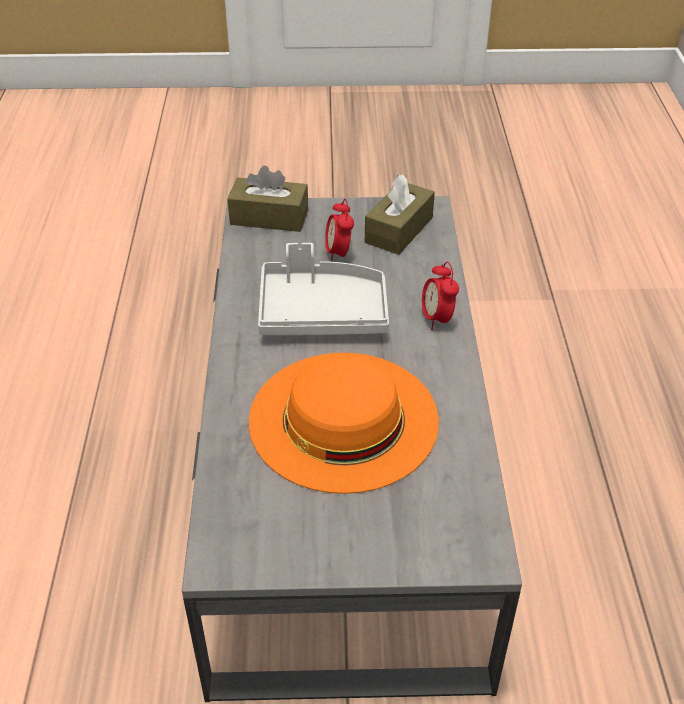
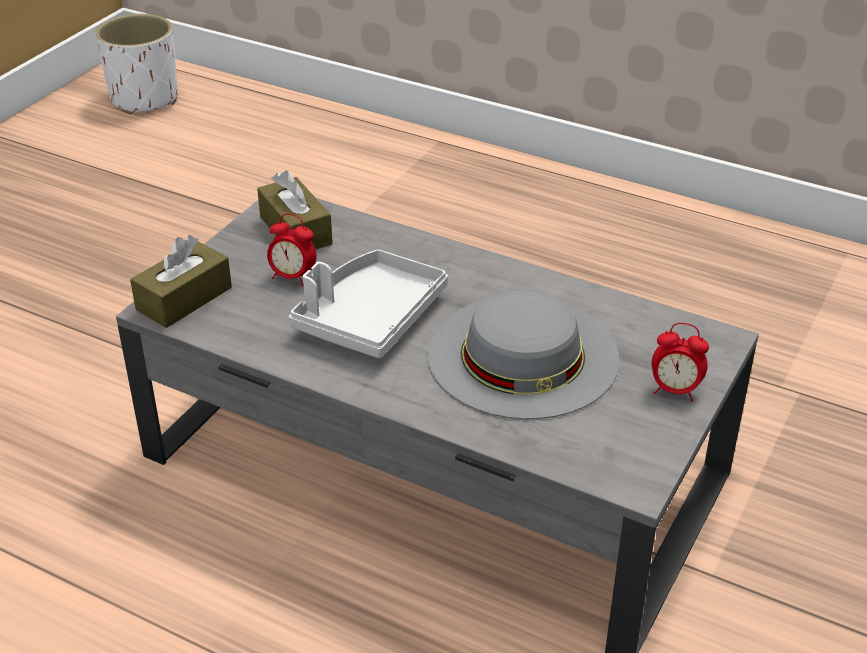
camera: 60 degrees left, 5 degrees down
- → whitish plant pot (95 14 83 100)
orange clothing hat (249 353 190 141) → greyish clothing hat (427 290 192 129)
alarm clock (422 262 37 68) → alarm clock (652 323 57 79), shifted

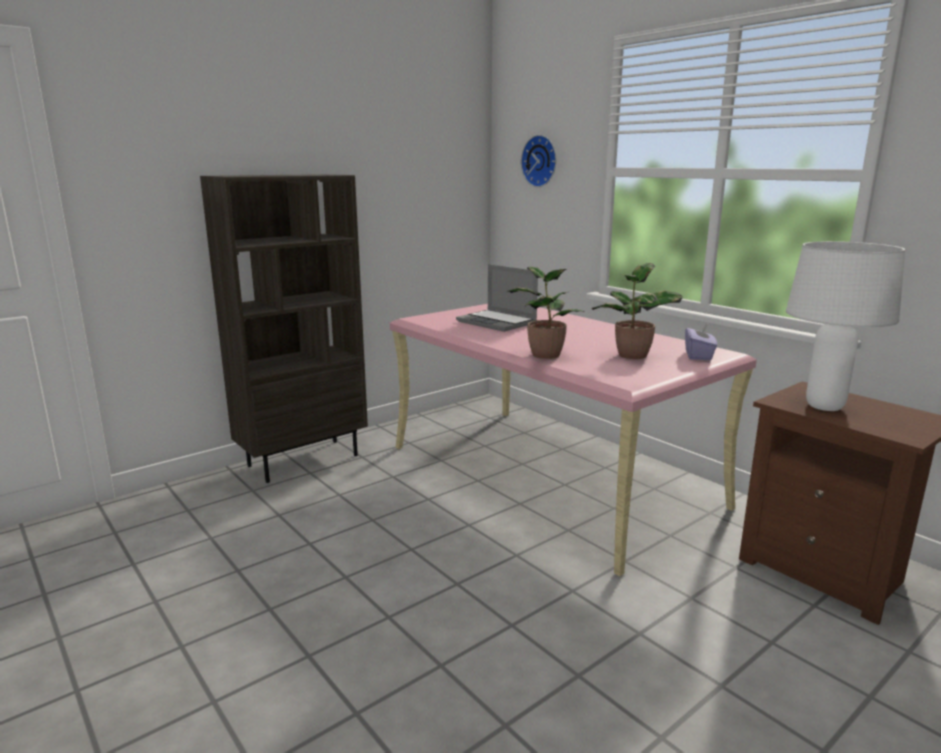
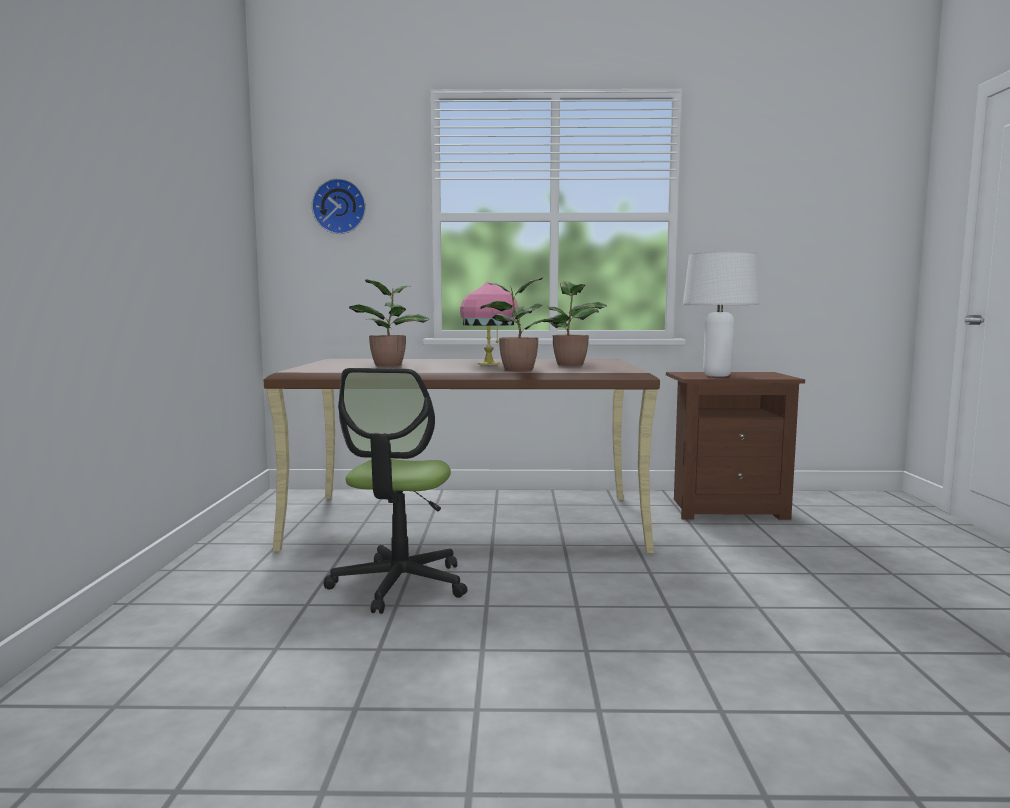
camera: 50 degrees left, 10 degrees down
pinkish desk (390 304 367 272) → brownish desk (264 359 396 194)
- → office chair (323 368 145 246)
laptop (456 264 82 68) → plant in a pot (349 279 80 88)
- → pinkish lamp for a table (460 281 59 84)
brownish bookshelf (200 174 168 309) → -
purplish box of tissues (685 322 32 38) → -

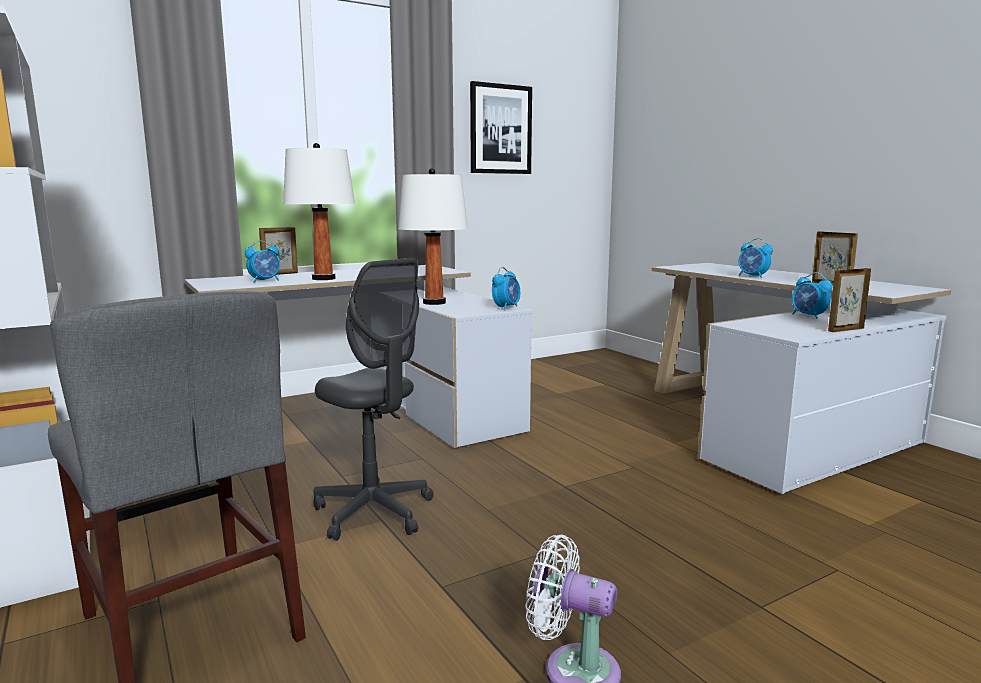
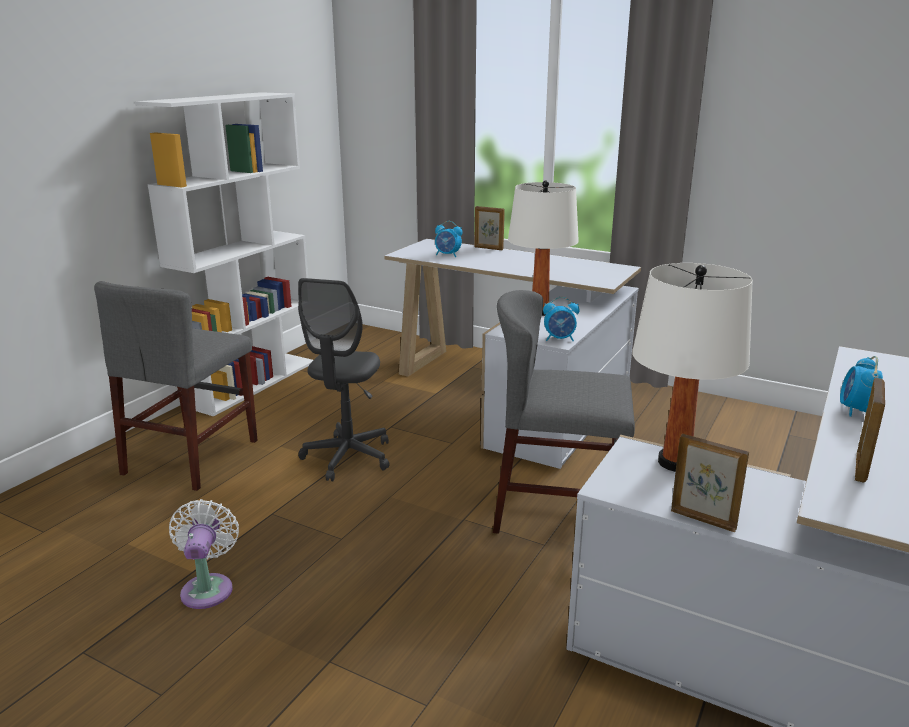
camera: 60 degrees right, 10 degrees up
- → greyish chair (493 290 142 244)
whitish lamp for a table (283 143 72 137) → whitish lamp for a table (632 263 121 209), shifted
wall art (470 81 62 93) → -
alarm clock (792 272 41 47) → -

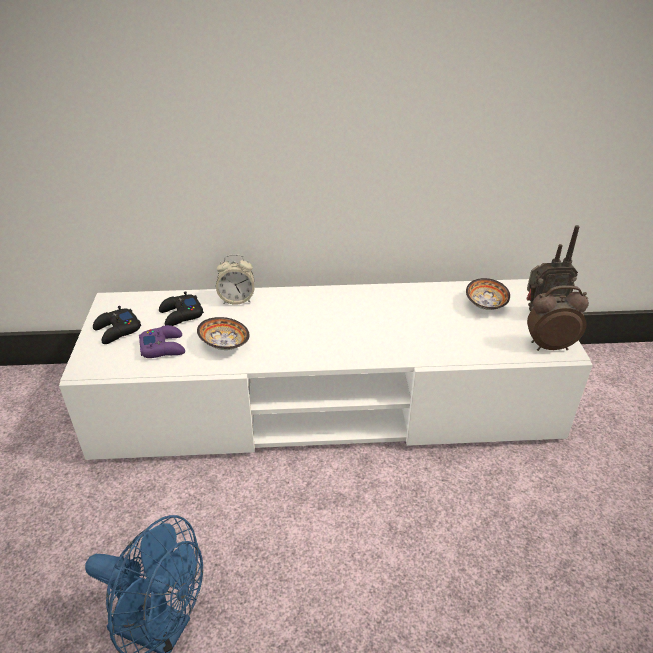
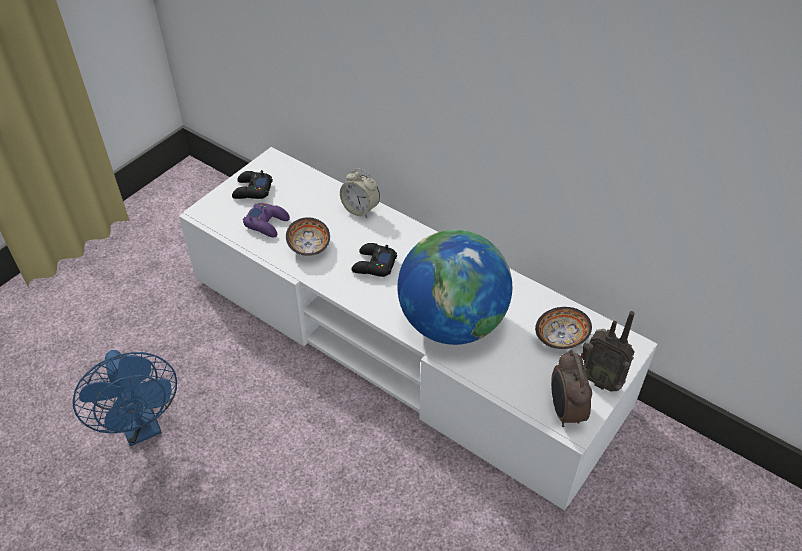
camera: 40 degrees right, 10 degrees up
black-coloured game controller (159 291 45 35) → black-coloured game controller (351 243 46 34), shifted
- → desk globe (397 230 115 115)
alarm clock (527 285 62 66) → alarm clock (551 350 41 77), 135 degrees counterclockwise

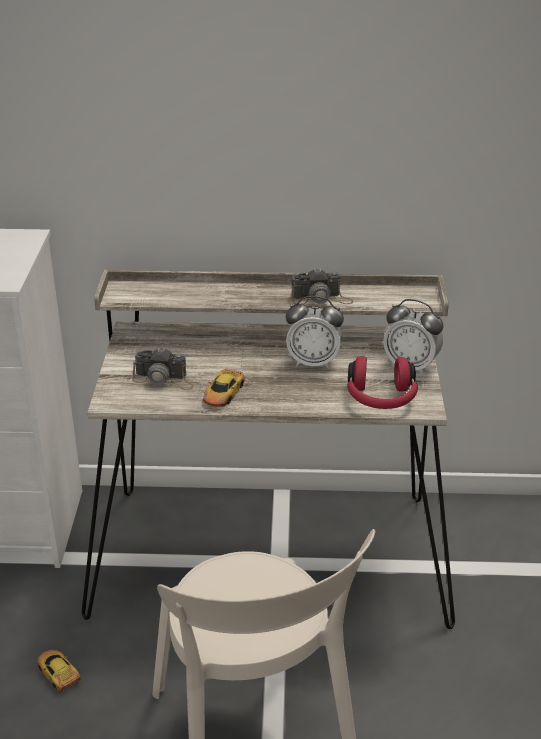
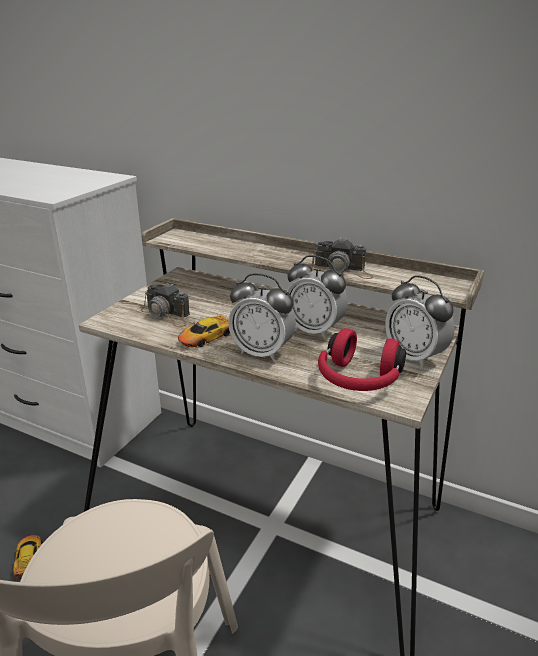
camera: 25 degrees right, 5 degrees down
- → alarm clock (228 273 68 89)

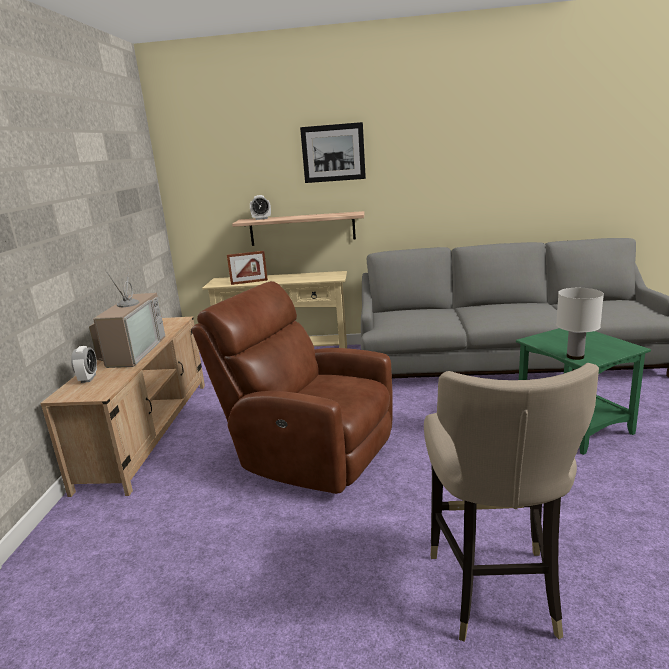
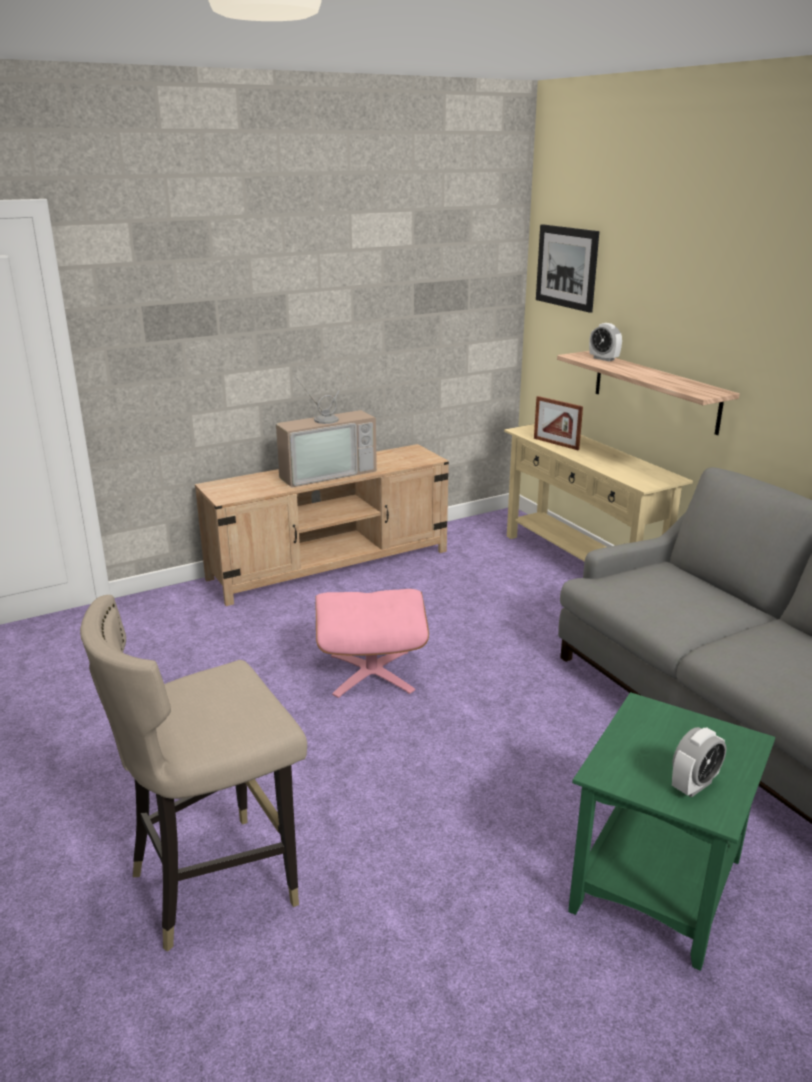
camera: 55 degrees right, 5 degrees up
brownish easy chair (192 281 201 213) → pinkish pouffe (315 589 114 109)
wall art (300 122 66 61) → wall art (536 224 63 89), shifted
alarm clock (71 346 26 37) → alarm clock (672 727 54 71), shifted
whitish lamp for a table (556 288 48 72) → -

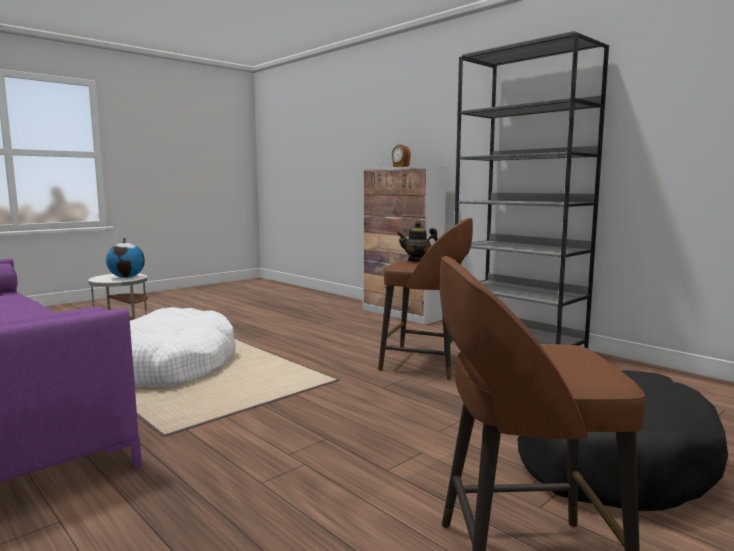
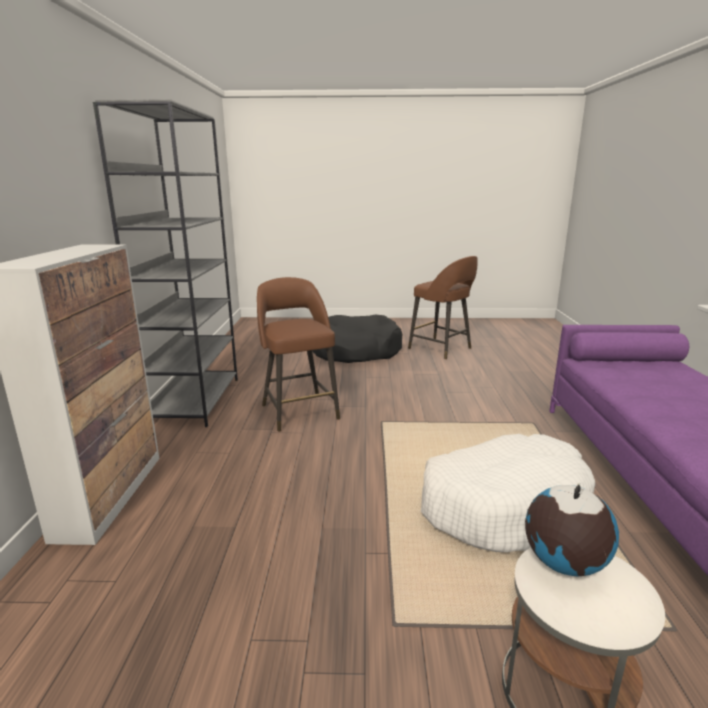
camera: 135 degrees left, 10 degrees up
alarm clock (392 144 19 23) → -
pot for tea (397 221 41 41) → -

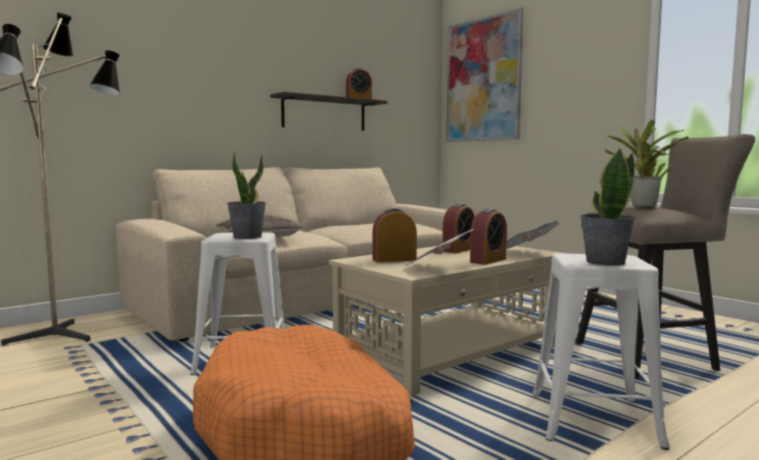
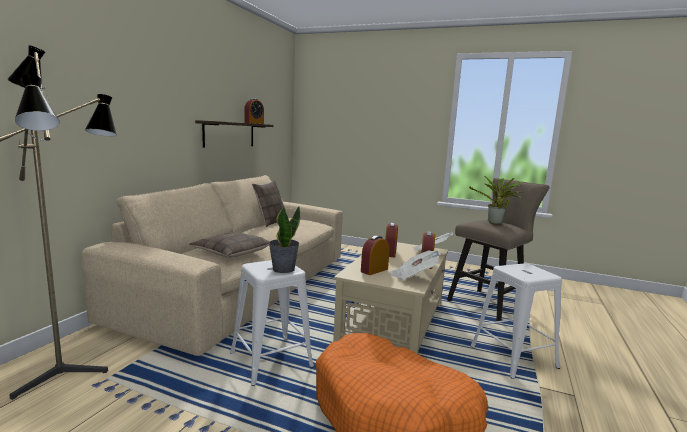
camera: 30 degrees left, 5 degrees up
- → throw pillow (252 180 32 47)
wall art (446 7 77 135) → -
plant in a pot (580 149 56 117) → -

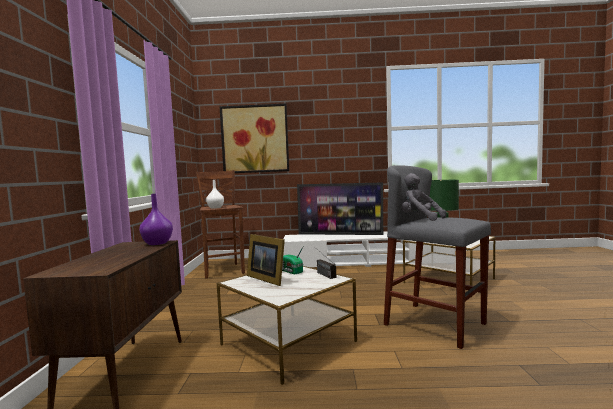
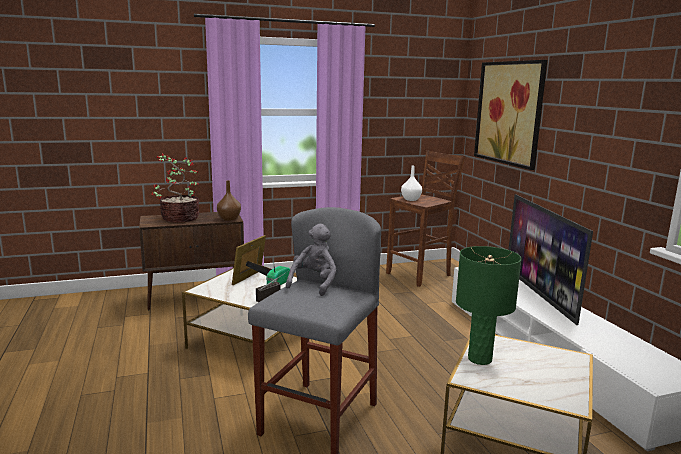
camera: 70 degrees right, 10 degrees up
- → plant in a pot (151 153 48 70)
purplish vase (139 194 34 51) → brownish vase (217 181 24 40)

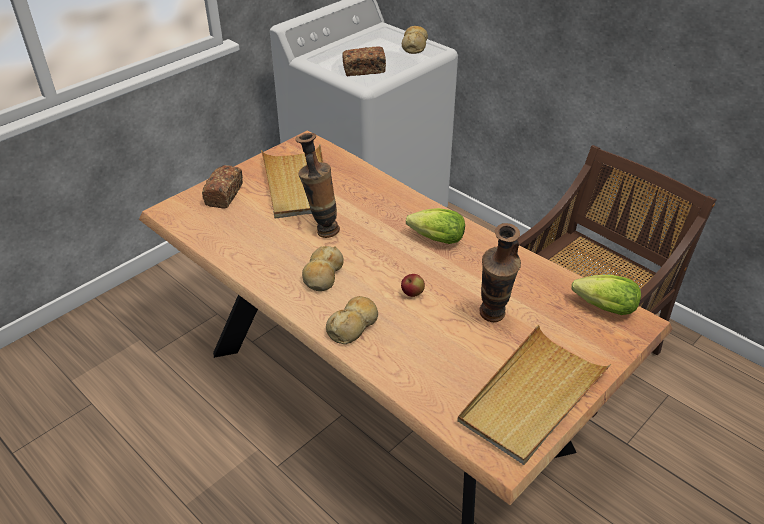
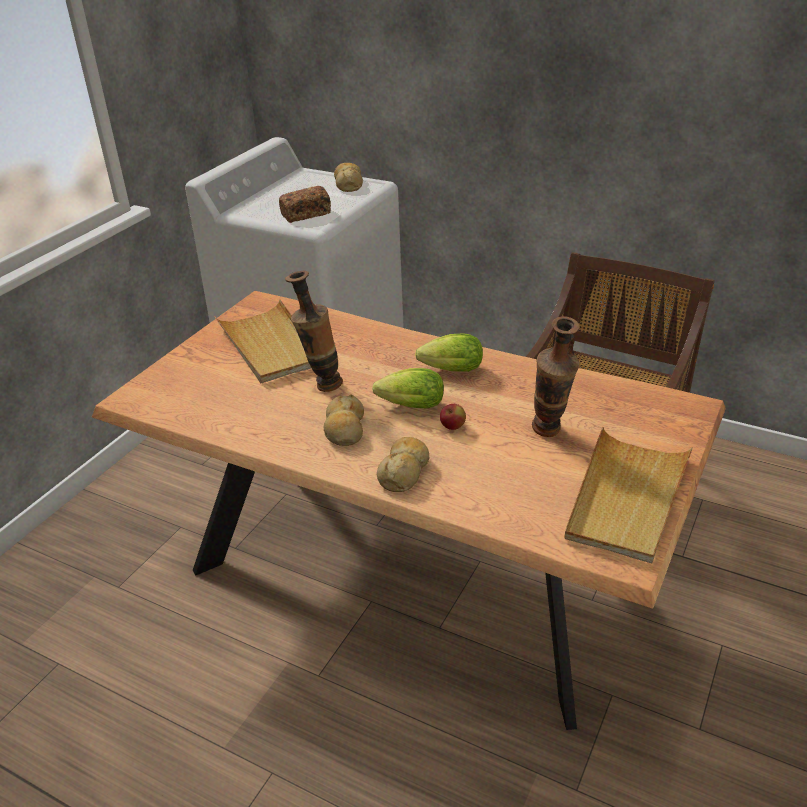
camera: 15 degrees left, 5 degrees down
head of lettuce (572 275 69 40) → head of lettuce (372 368 72 41), shifted
baked bread (202 165 41 43) → -

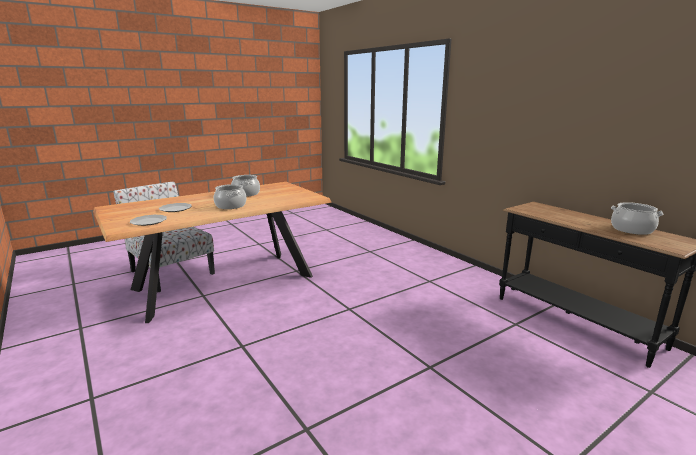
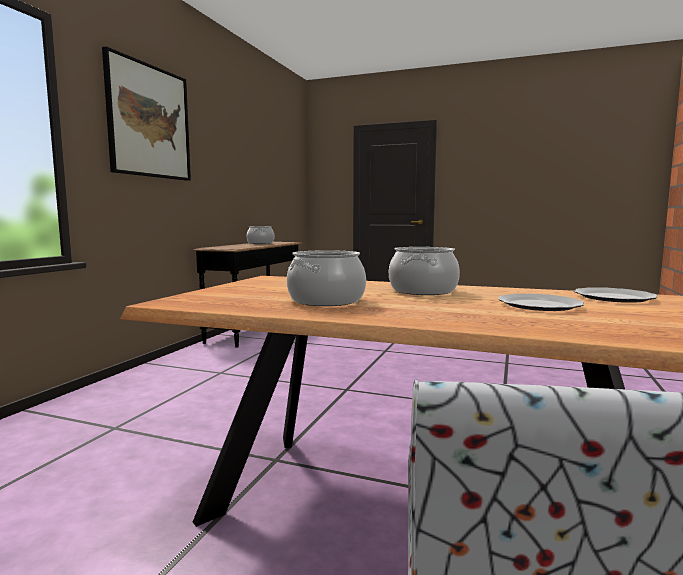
camera: 125 degrees left, 10 degrees down
- → wall art (102 46 89 135)

